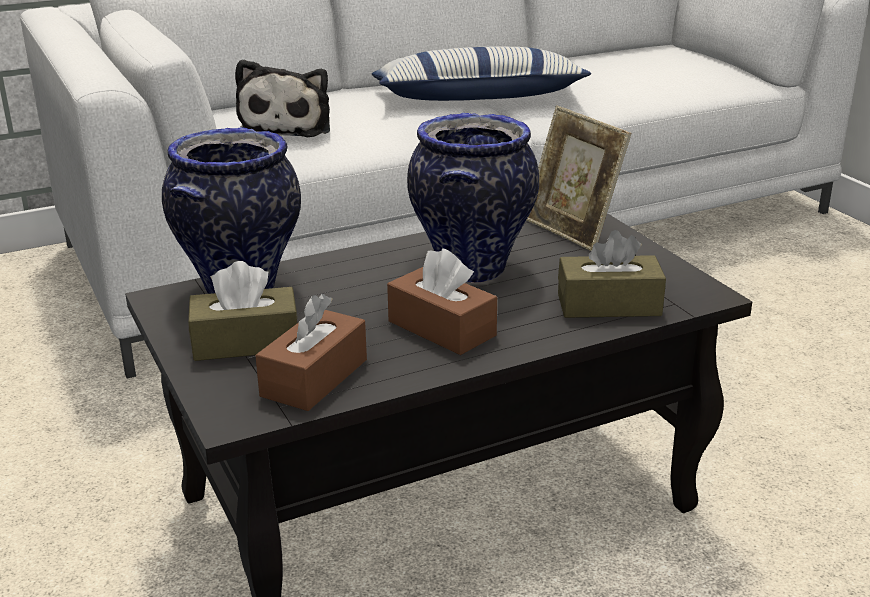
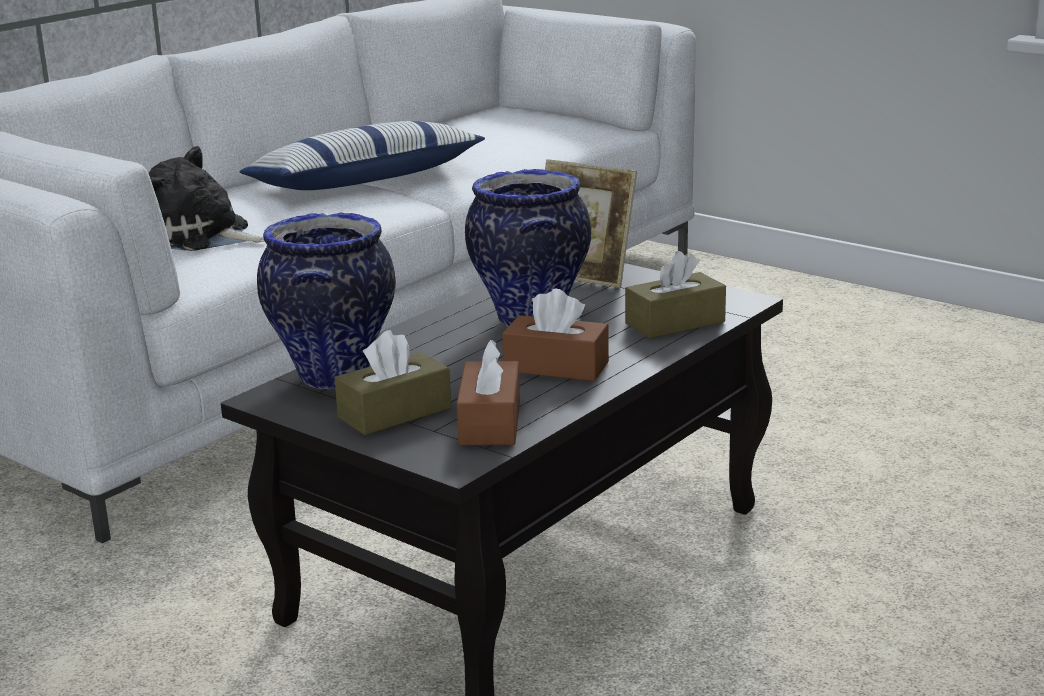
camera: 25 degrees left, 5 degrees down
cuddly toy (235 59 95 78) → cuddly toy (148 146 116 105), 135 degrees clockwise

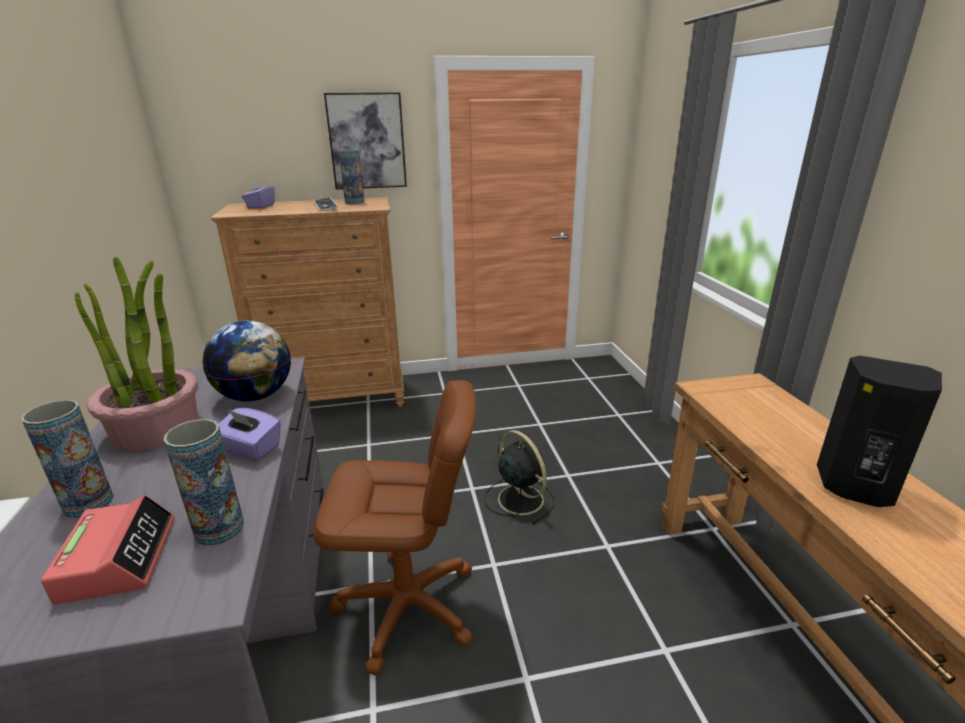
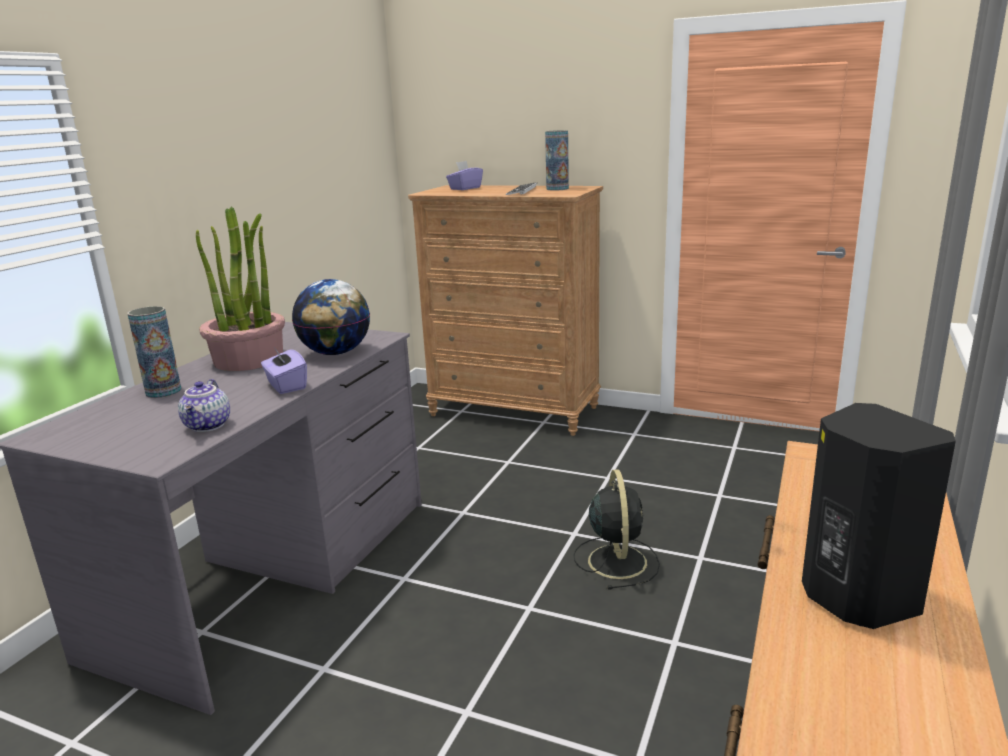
camera: 35 degrees right, 5 degrees down
vase (163 419 81 126) → pot for tea (178 379 52 53)
alarm clock (41 495 134 110) → -
brownish office chair (313 380 163 296) → -
wall art (324 92 83 97) → -

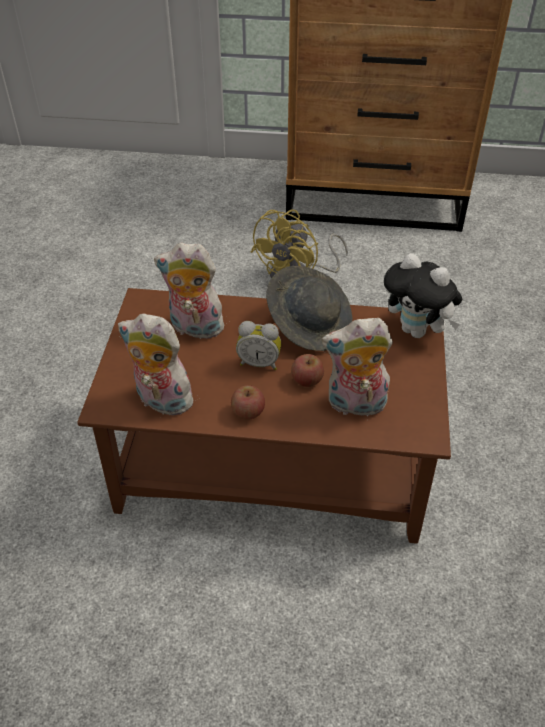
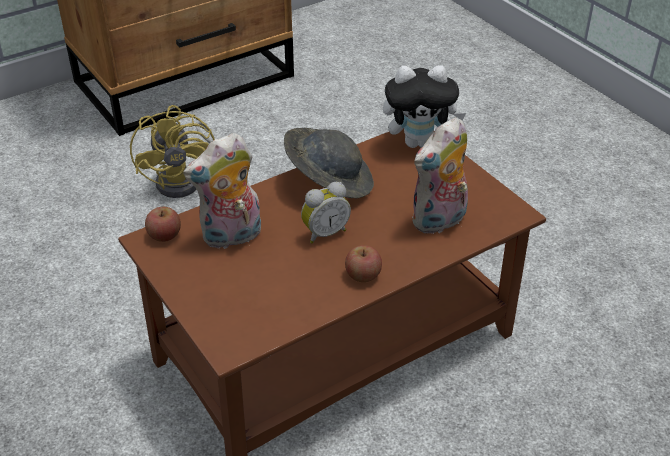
camera: 40 degrees left, 5 degrees down
apple fruit (291 354 33 33) → apple fruit (145 207 36 35), shifted
cuddly toy (118 313 82 105) → -

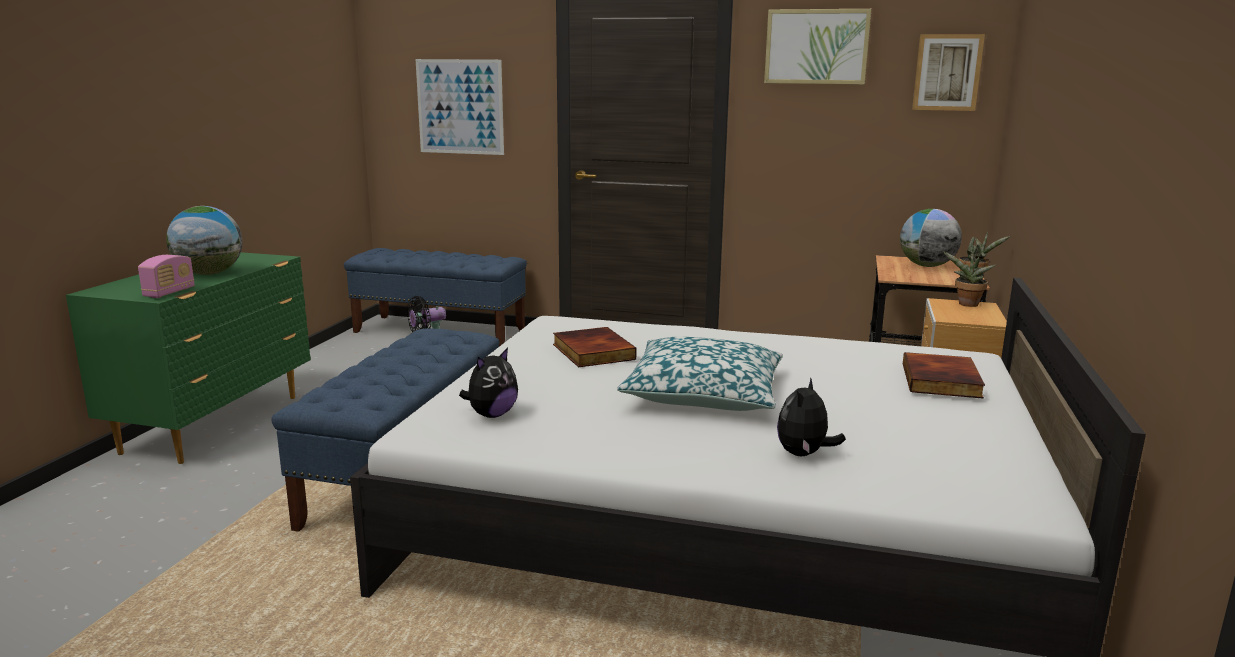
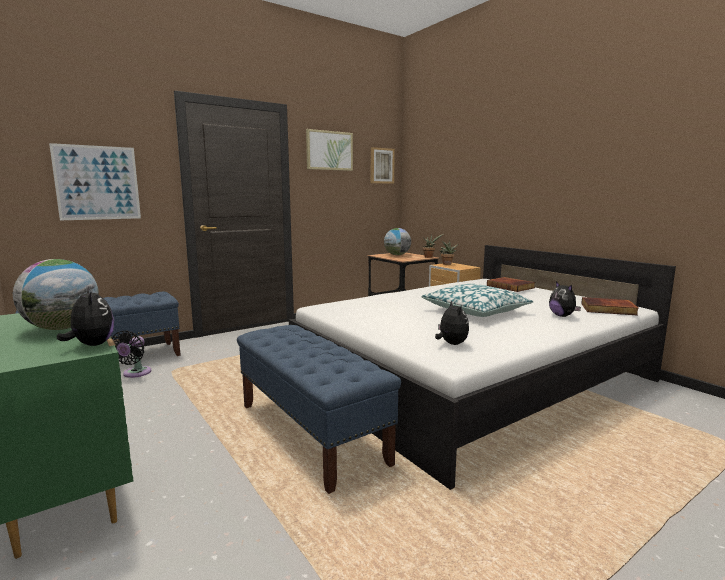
camera: 50 degrees left, 5 degrees down
radio (138 255 57 43) → cuddly toy (57 287 57 59)
book (553 327 84 40) → book (581 297 57 19), shifted

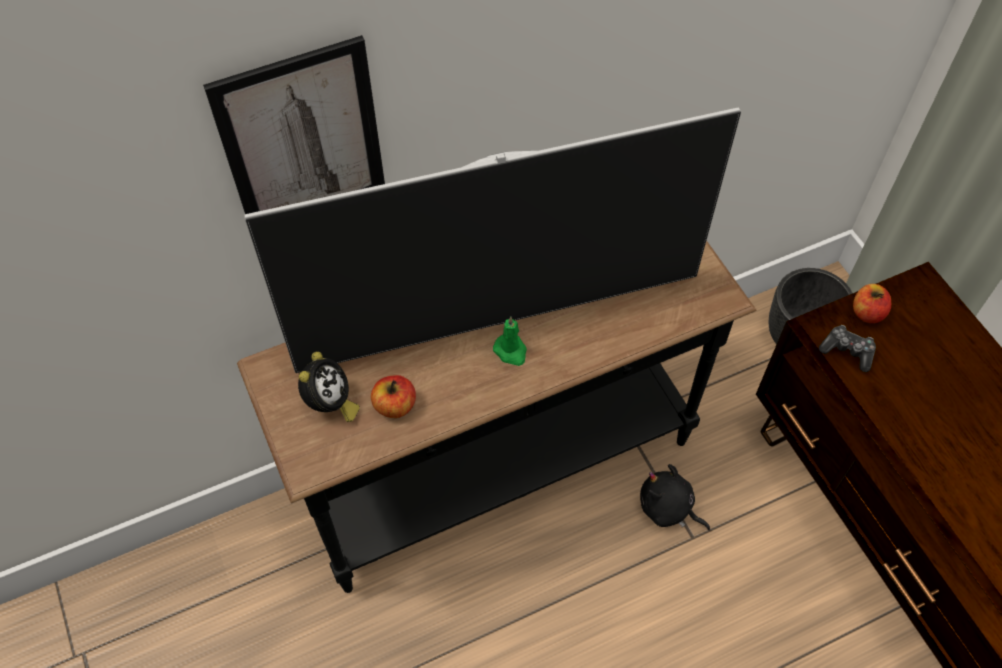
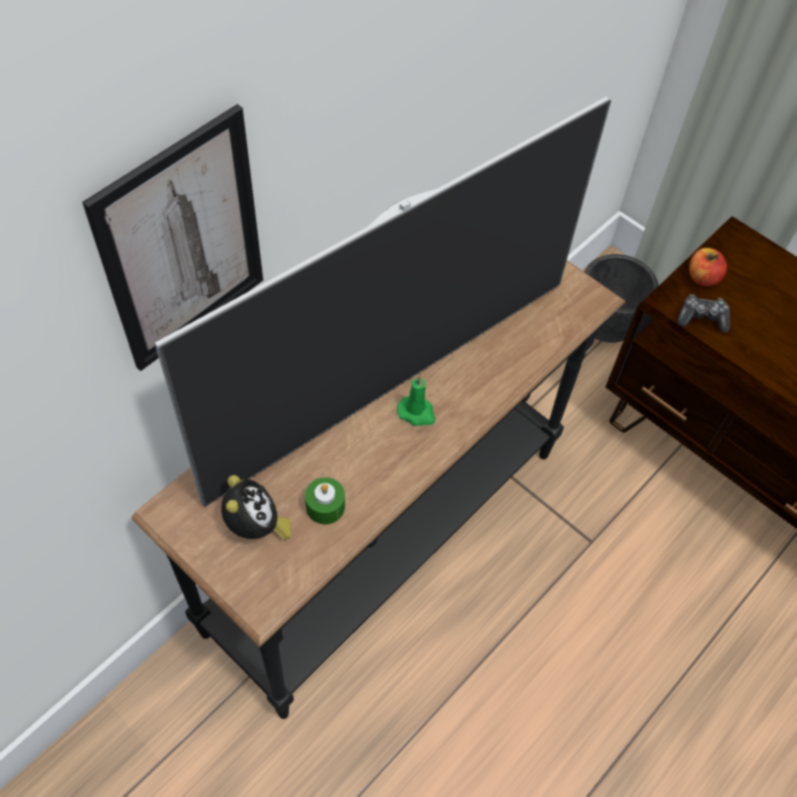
camera: 25 degrees left, 0 degrees up
apple fruit (371 375 45 43) → green-coloured candle (305 477 40 47)
black-coloured cuddly toy (640 464 70 66) → -

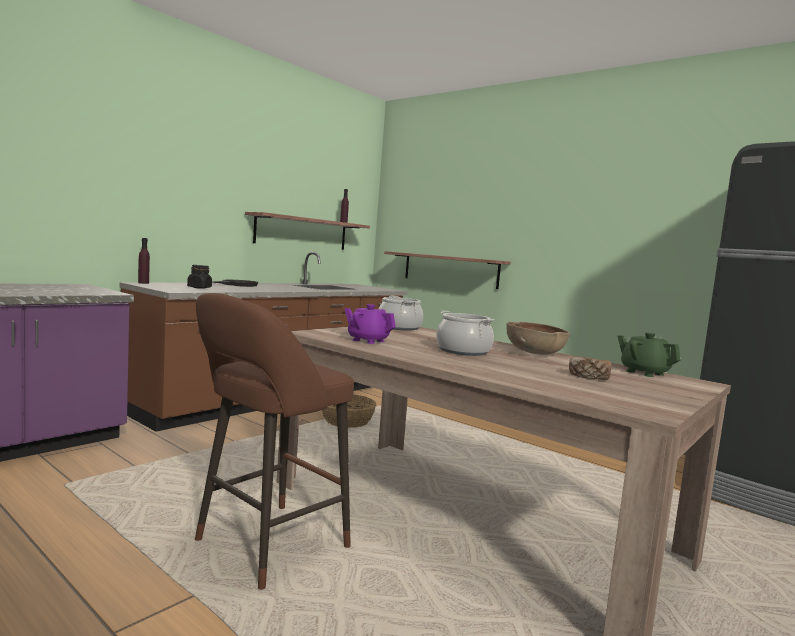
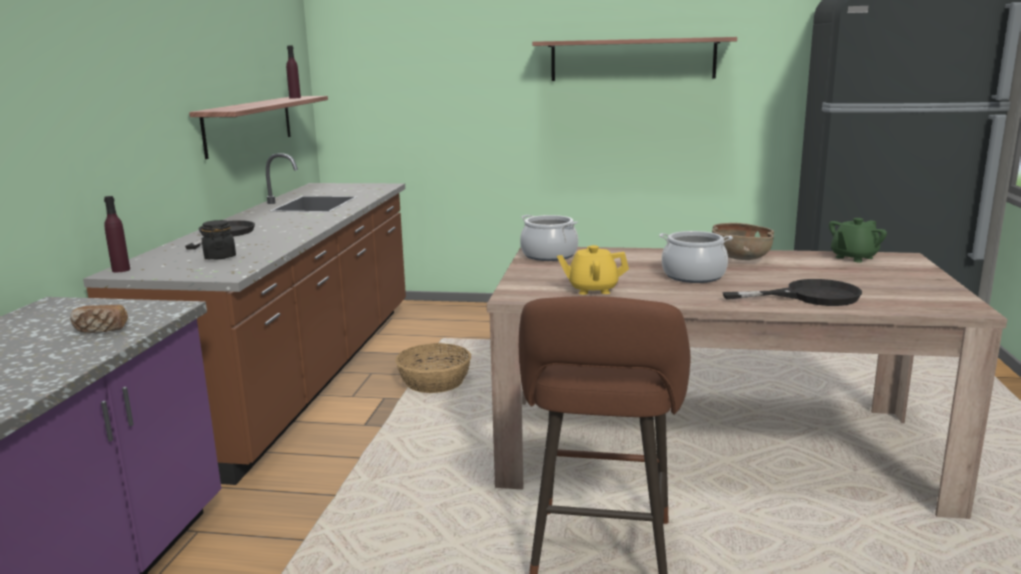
camera: 30 degrees left, 10 degrees up
baked bread (569 356 43 24) → baked bread (70 305 58 28), shifted
bracket shelf (384 251 127 38) → bracket shelf (532 37 205 44), shifted
purplish pot for tea (345 304 50 40) → yellowish pot for tea (557 245 72 50)
- → black-coloured skillet (722 279 140 27)
green-coloured pot for tea (618 333 62 44) → green-coloured pot for tea (829 218 58 44), 60 degrees counterclockwise

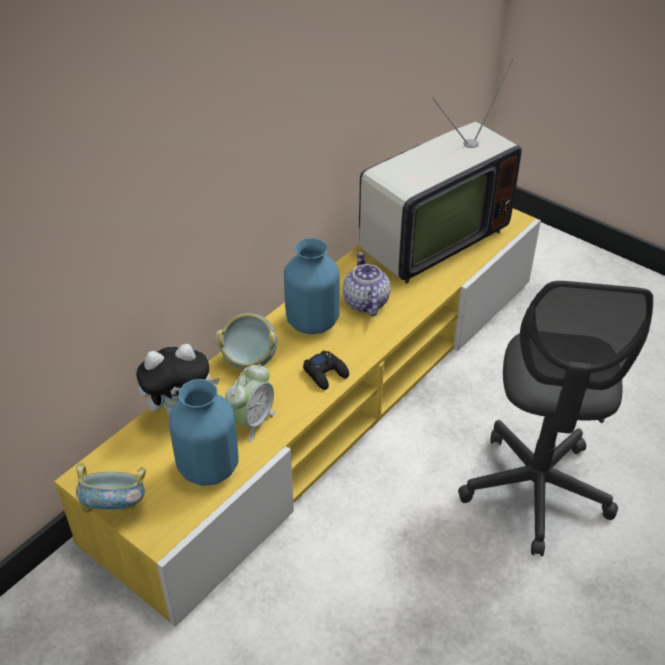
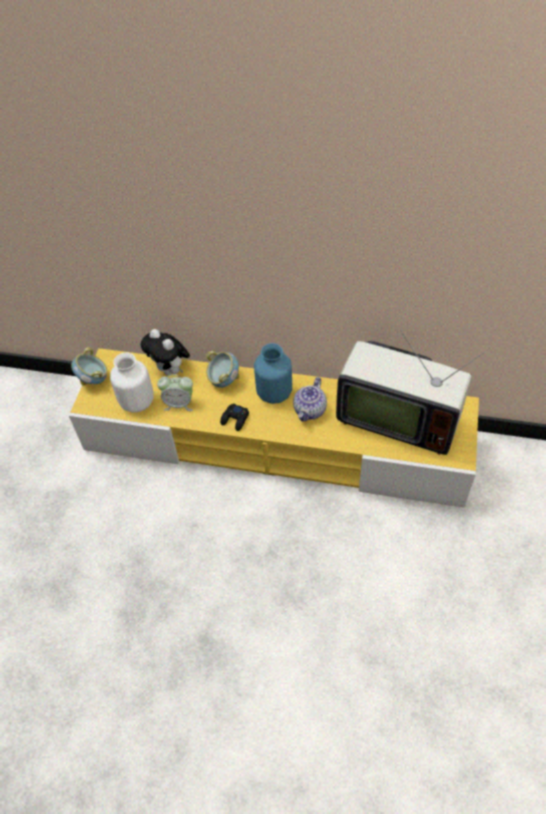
camera: 65 degrees right, 10 degrees up
blue-coloured vase (169 379 70 107) → whitish vase (110 352 43 61)
pot for tea (343 252 48 65) → pot for tea (293 377 34 44), 150 degrees clockwise
greyish office chair (458 281 195 275) → -

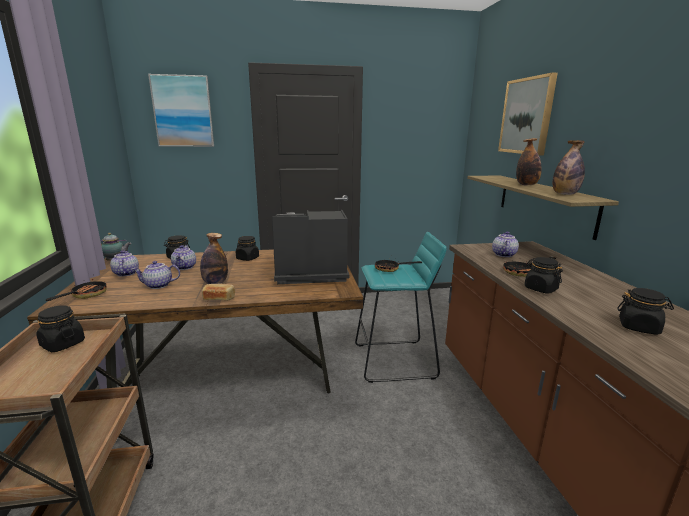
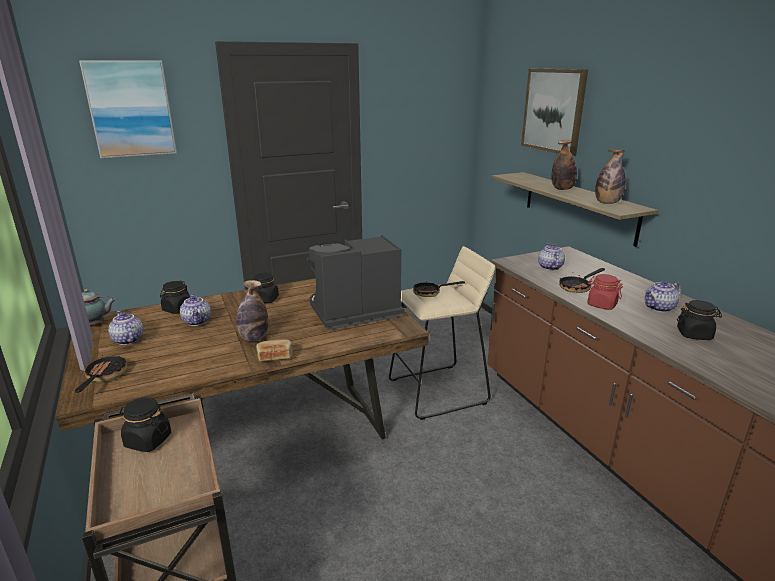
camera: 15 degrees left, 5 degrees up
turquoise-coloured stool seat (355 232 92 151) → beige-coloured stool seat (389 246 106 174)
black-coloured jar (524 257 39 37) → red-coloured jar (587 274 36 36)
pot for tea (132 261 48 28) → pot for tea (644 280 37 32), shifted

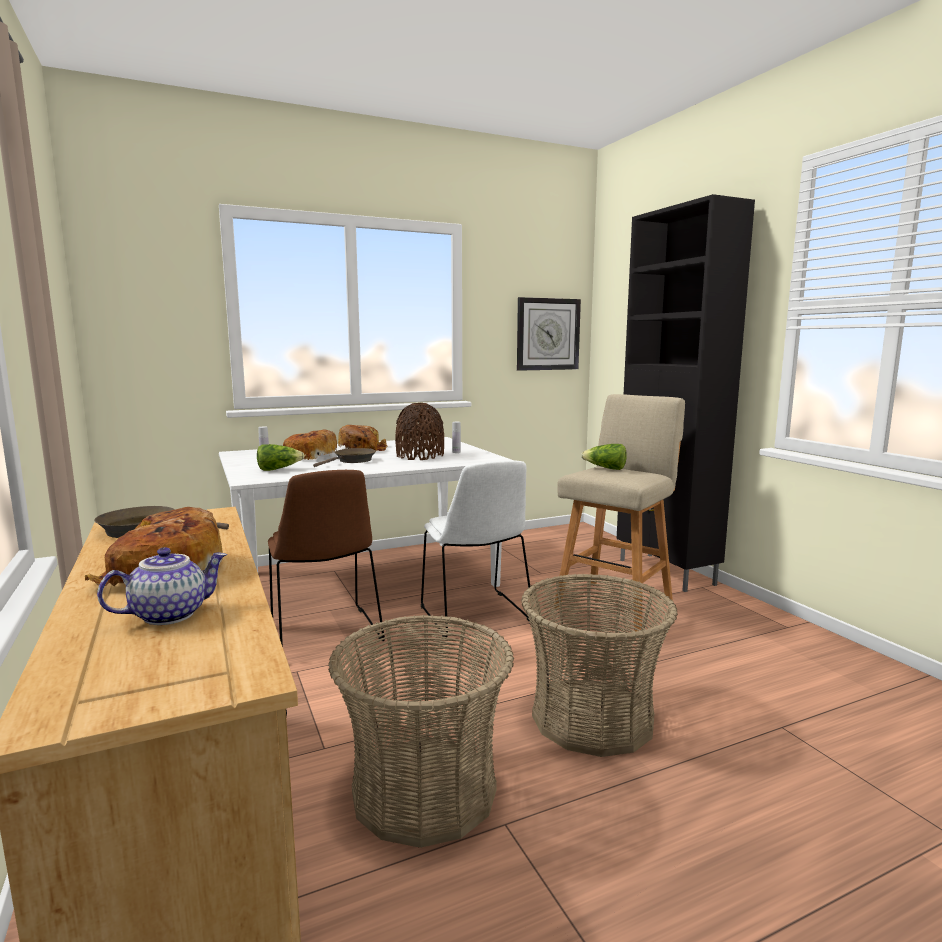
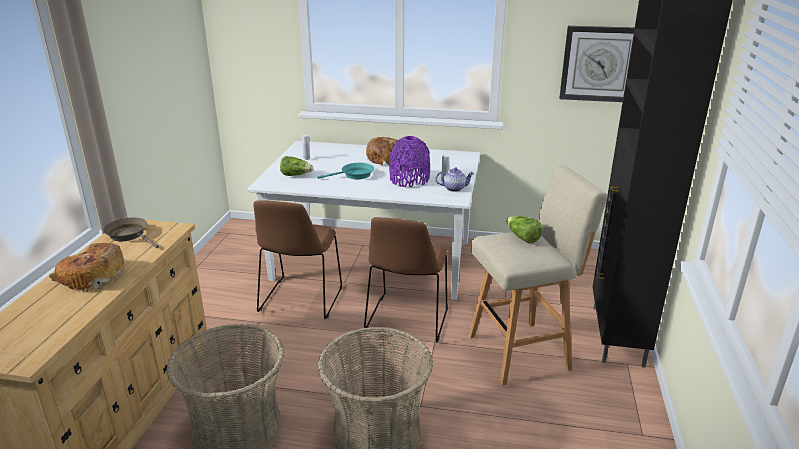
camera: 35 degrees right, 15 degrees up
brownish skillet (313 448 63 19) → turquoise-coloured skillet (318 163 56 16)
whitish chair (421 460 113 177) → brownish chair (364 217 84 126)
brownish vase (395 403 49 57) → purplish vase (389 136 41 51)
pot for tea (97 547 130 78) → pot for tea (436 167 38 25), shifted
baked bread (283 430 54 30) → -

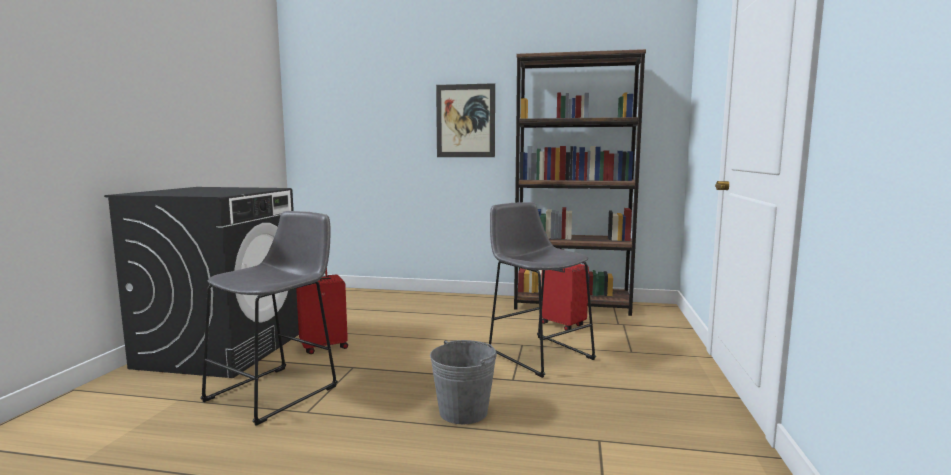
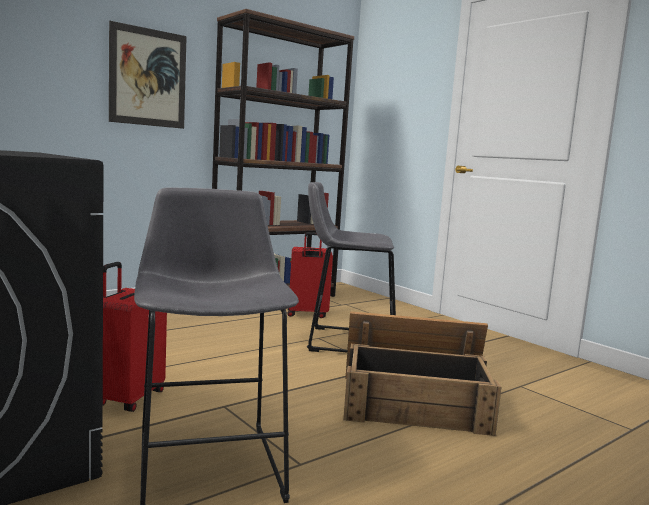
camera: 50 degrees left, 0 degrees up
greyish bucket (430 340 67 84) → crate (343 311 159 125)

